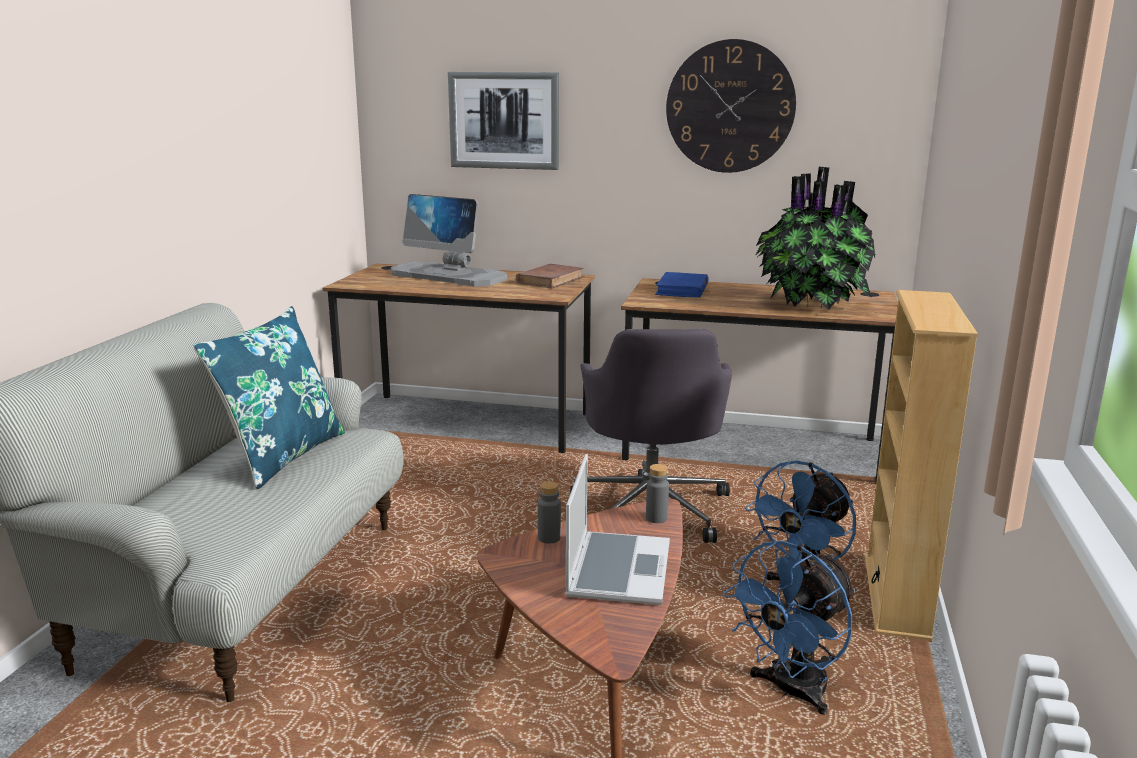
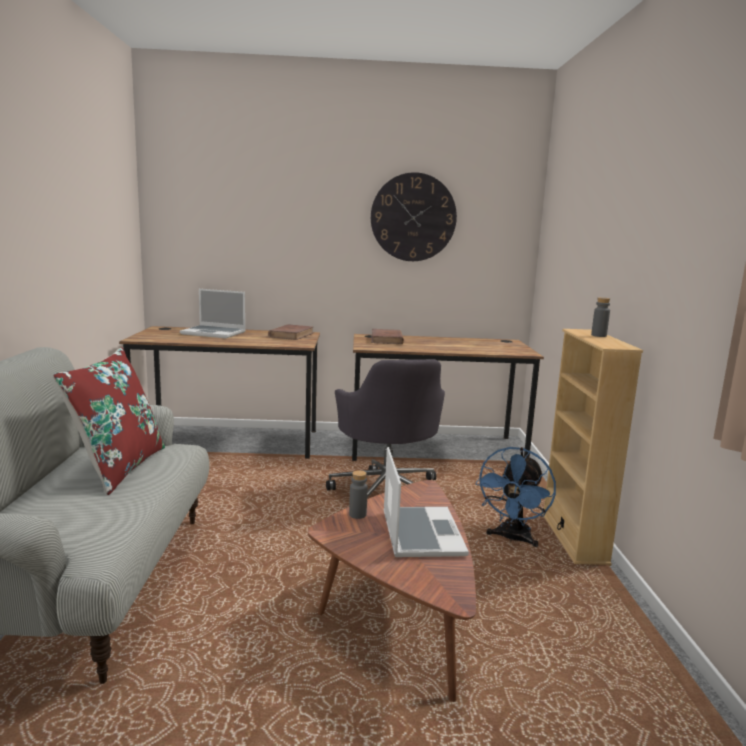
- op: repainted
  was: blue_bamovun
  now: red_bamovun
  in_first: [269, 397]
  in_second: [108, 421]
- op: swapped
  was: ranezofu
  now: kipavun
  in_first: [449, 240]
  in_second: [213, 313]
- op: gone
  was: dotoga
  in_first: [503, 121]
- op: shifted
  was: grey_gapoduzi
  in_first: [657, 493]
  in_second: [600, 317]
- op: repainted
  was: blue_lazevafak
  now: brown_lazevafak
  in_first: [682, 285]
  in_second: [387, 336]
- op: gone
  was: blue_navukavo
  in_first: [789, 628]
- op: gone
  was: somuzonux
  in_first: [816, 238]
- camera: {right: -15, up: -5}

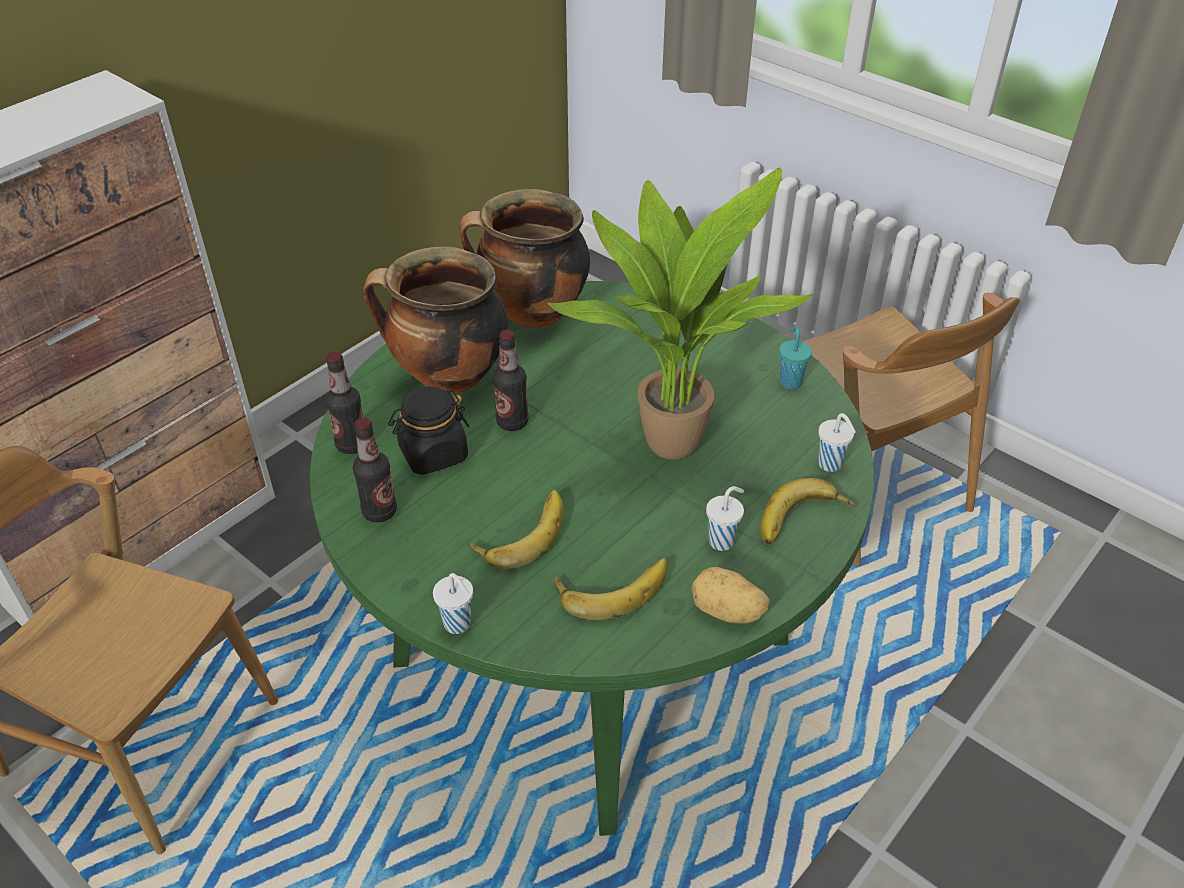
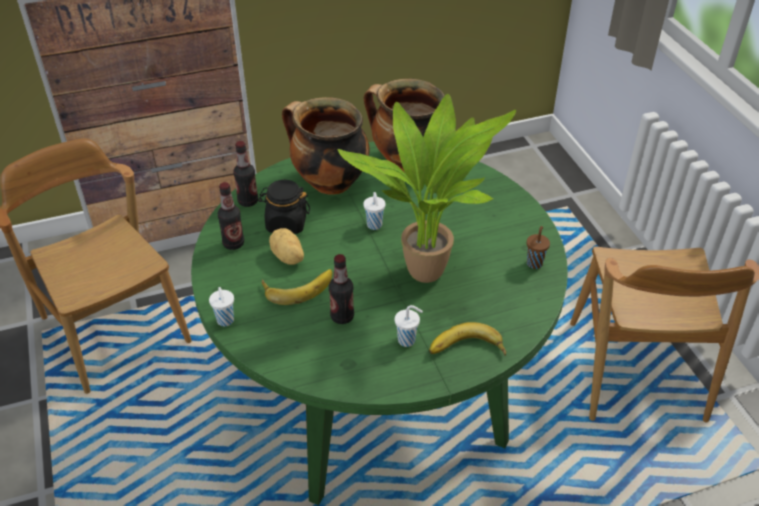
- op: shifted
  was: gapoduzi
  in_first: [511, 380]
  in_second: [341, 289]
- op: gone
  was: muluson
  in_first: [611, 589]
- op: shifted
  was: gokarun
  in_first: [730, 595]
  in_second: [286, 246]
- op: repainted
  was: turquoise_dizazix
  now: brown_dizazix
  in_first: [795, 358]
  in_second: [538, 247]
- op: shifted
  was: white_dizazix
  in_first: [837, 442]
  in_second: [374, 211]
- camera: {right: 30, up: 0}

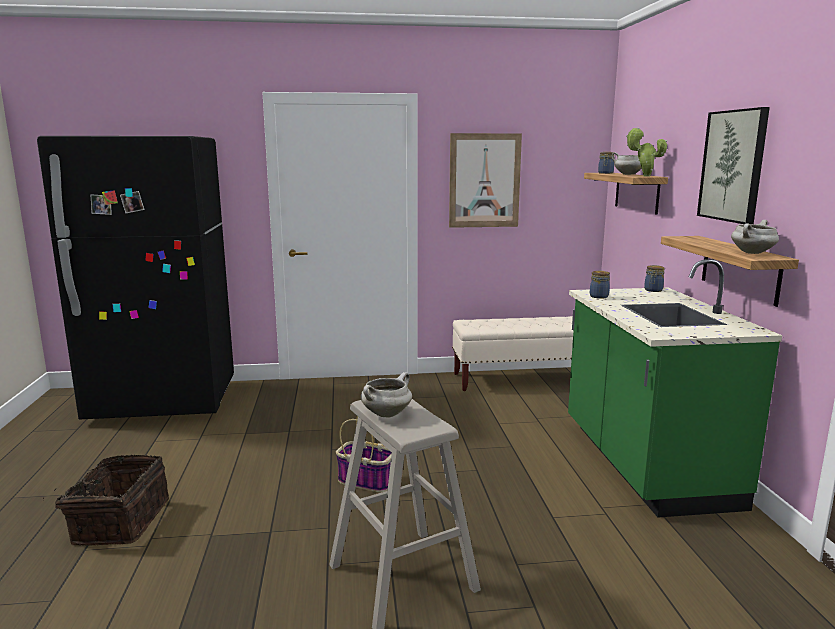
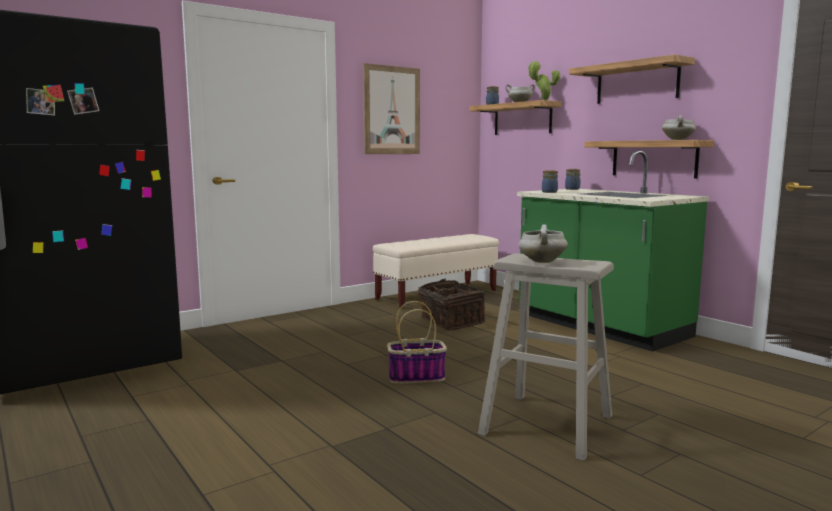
- op: shifted
  was: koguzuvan
  in_first: [106, 500]
  in_second: [451, 304]
- op: swapped
  was: dotoga
  now: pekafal
  in_first: [733, 165]
  in_second: [632, 79]
- camera: {right: -30, up: -5}

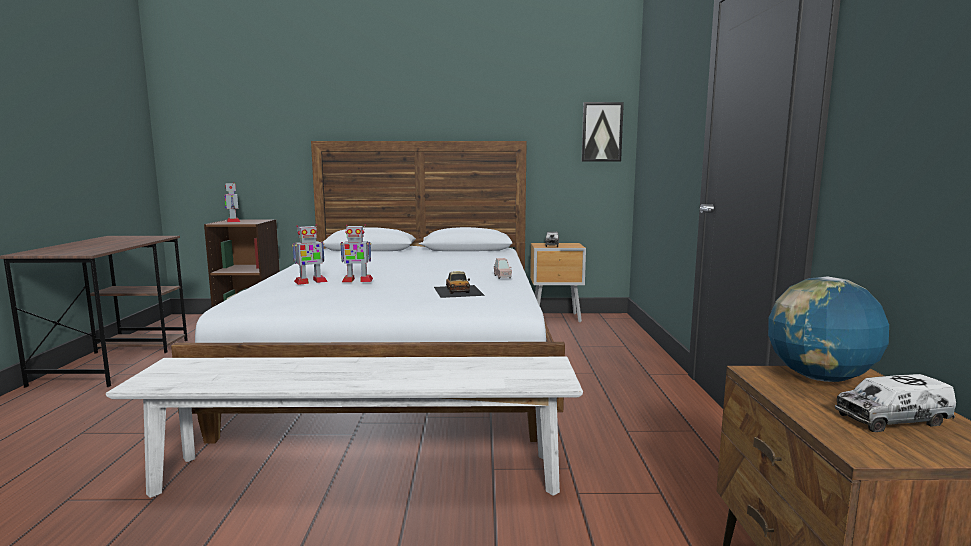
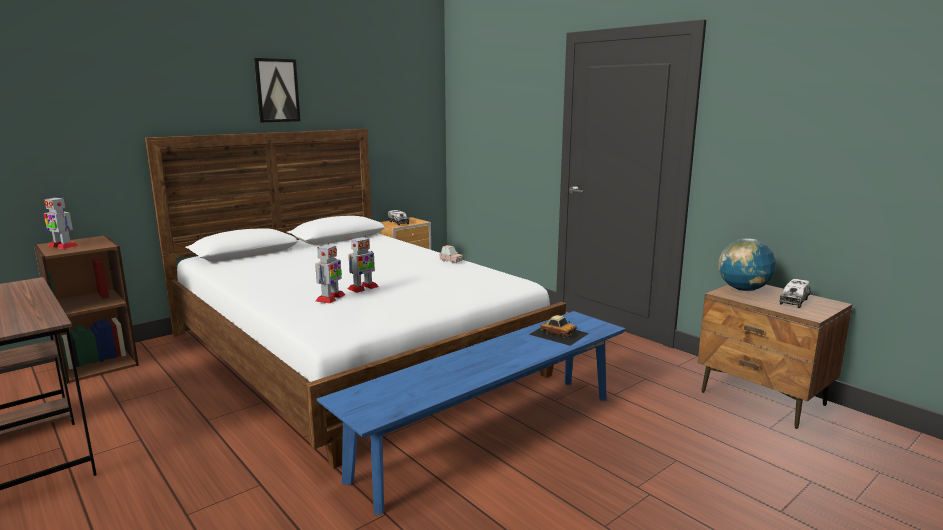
- op: repainted
  was: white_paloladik
  now: blue_paloladik
  in_first: [344, 427]
  in_second: [471, 413]
- op: shifted
  was: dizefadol
  in_first: [459, 284]
  in_second: [559, 330]
- op: shifted
  was: dotoga
  in_first: [603, 132]
  in_second: [277, 90]
- camera: {right: -40, up: 5}

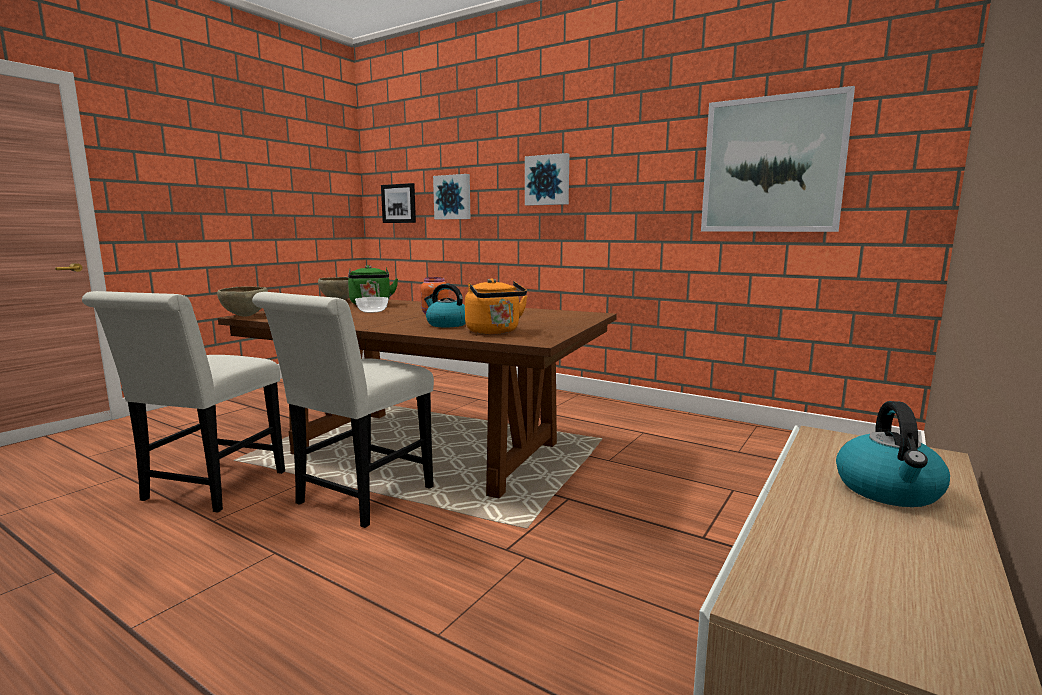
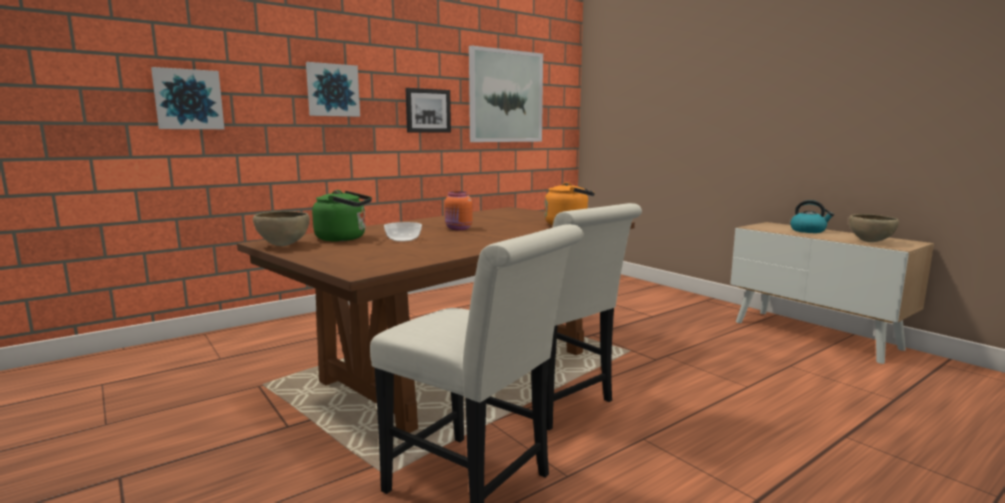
- op: shifted
  was: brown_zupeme
  in_first: [242, 301]
  in_second: [874, 228]
- op: shifted
  was: dotoga
  in_first: [398, 203]
  in_second: [428, 110]
- op: gone
  was: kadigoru
  in_first: [445, 305]
- camera: {right: -70, up: 0}

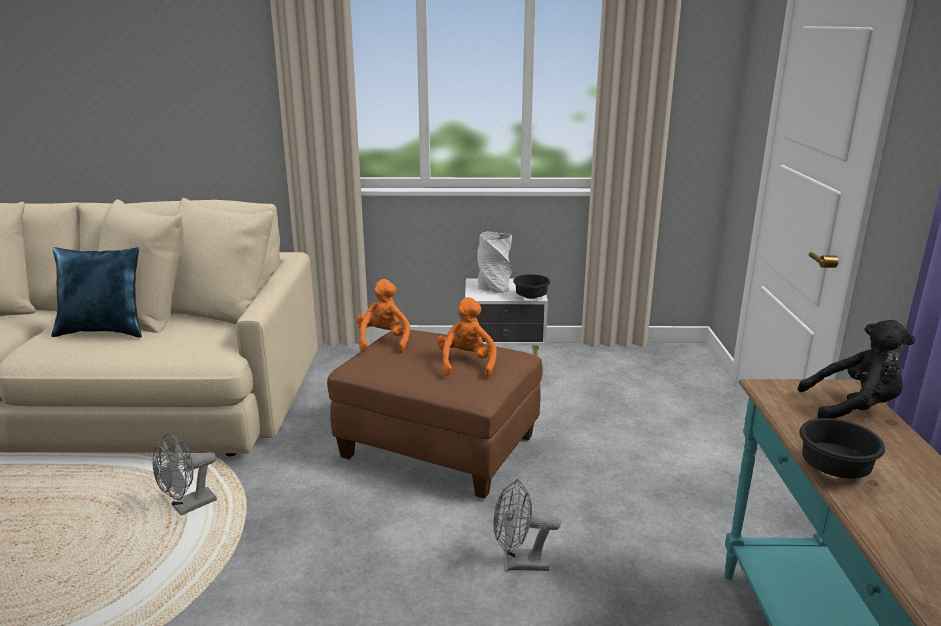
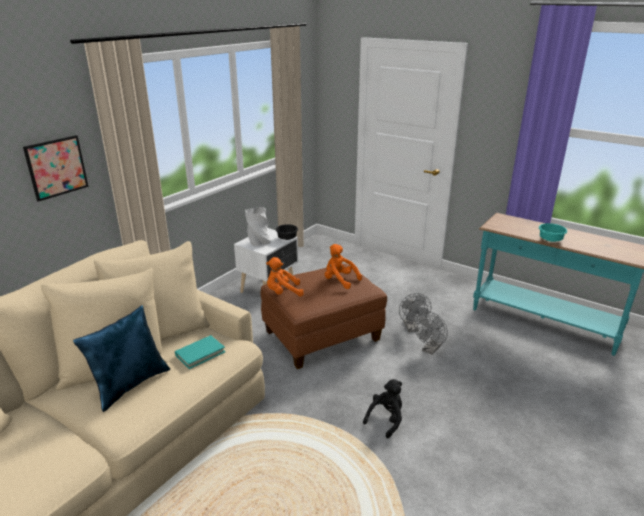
- op: shifted
  was: grey_navukavo
  in_first: [184, 474]
  in_second: [415, 312]
- op: rotated
  was: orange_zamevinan
  in_first: [383, 316]
  in_second: [285, 277]
  clockwise: -45
- op: shifted
  was: black_zamevinan
  in_first: [856, 369]
  in_second: [382, 408]
- op: repainted
  was: black_zupeme
  now: turquoise_zupeme
  in_first: [842, 448]
  in_second: [553, 232]
- op: new
  now: dotoga
  in_second: [55, 168]
- op: new
  now: turquoise_lazevafak
  in_second: [200, 352]
- camera: {right: -55, up: 5}

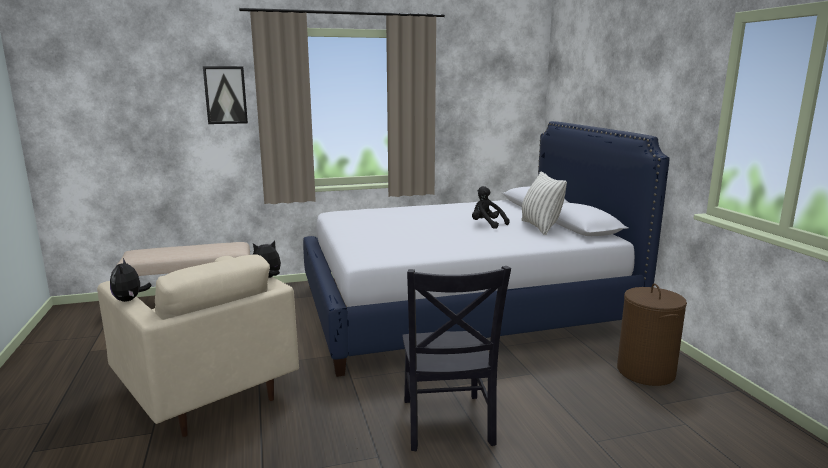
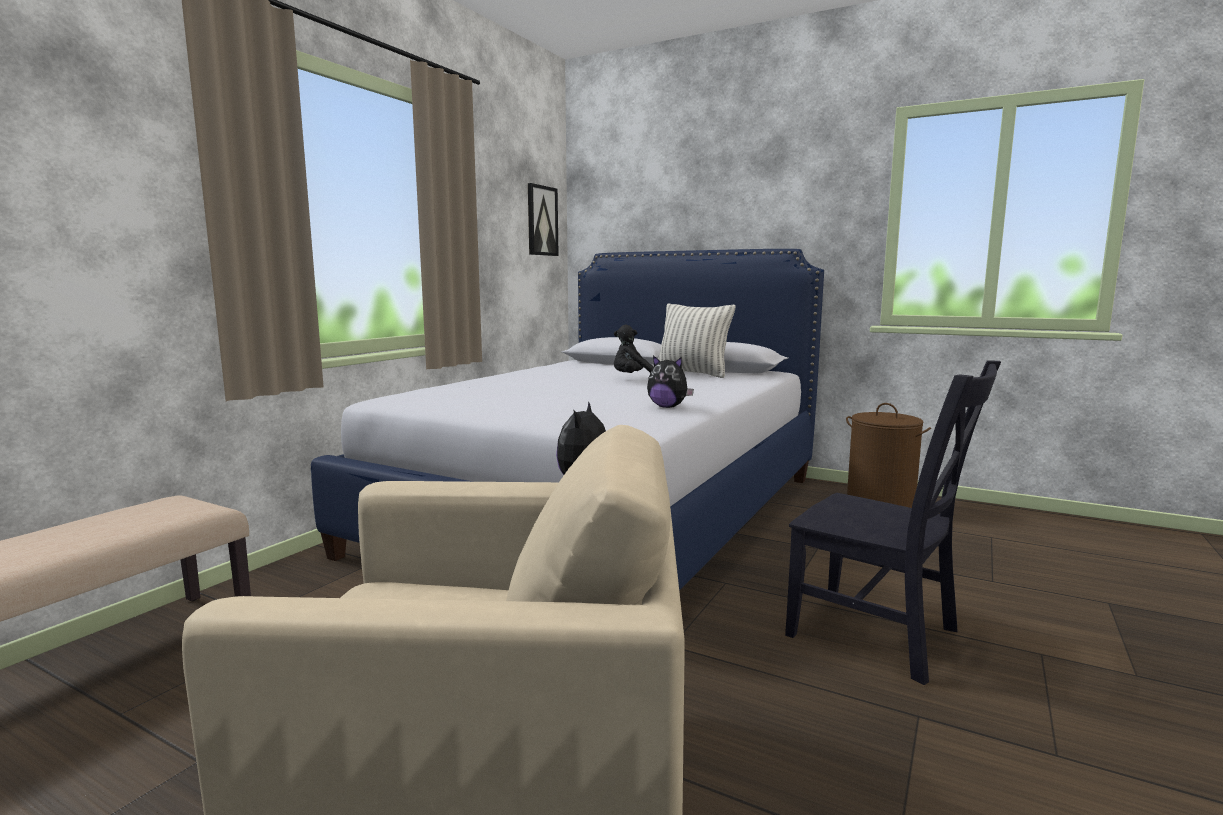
- op: shifted
  was: zamevinan
  in_first: [131, 280]
  in_second: [670, 381]
- op: shifted
  was: dotoga
  in_first: [225, 95]
  in_second: [543, 219]
- camera: {right: -45, up: -5}

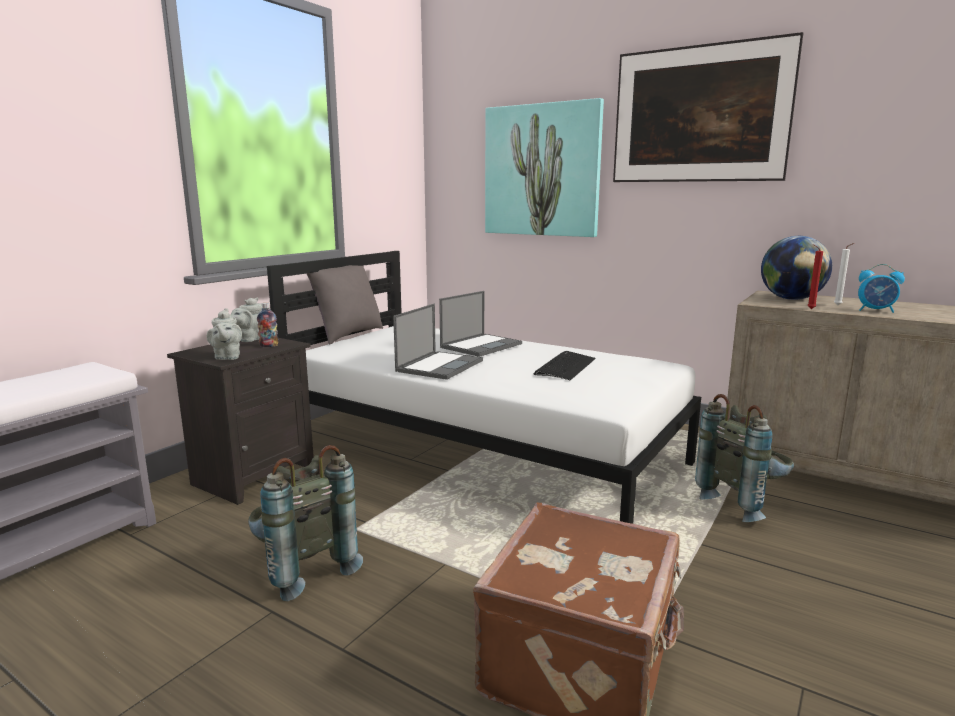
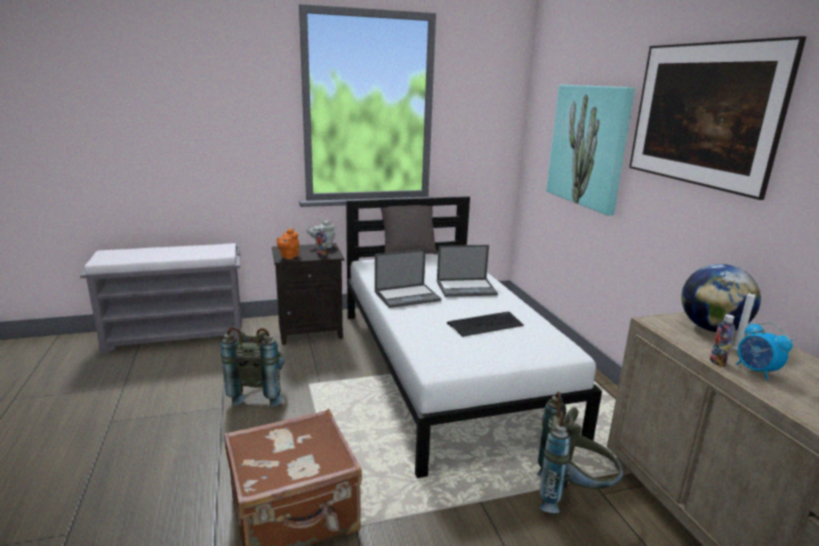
- op: repainted
  was: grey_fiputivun
  now: orange_fiputivun
  in_first: [224, 335]
  in_second: [287, 244]
- op: gone
  was: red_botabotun
  in_first: [815, 276]
- op: new
  now: gapoduzi
  in_second: [722, 340]
- camera: {right: 40, up: 5}

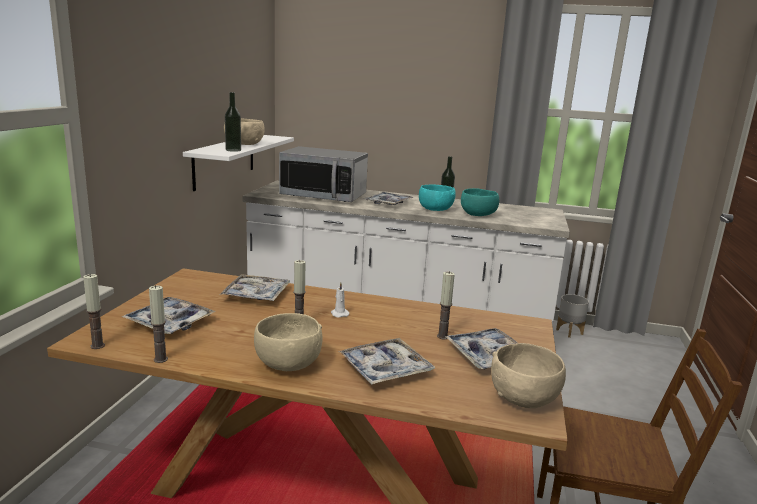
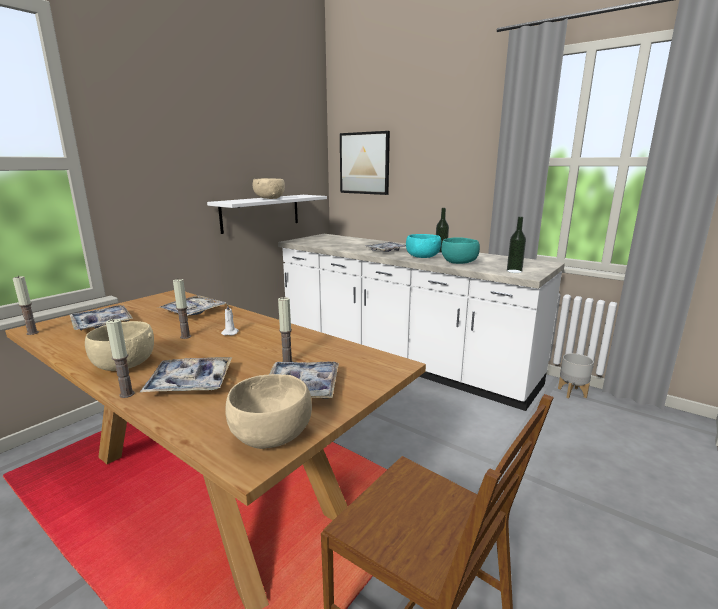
- op: shifted
  was: botabotun
  in_first: [158, 324]
  in_second: [120, 358]
- op: shifted
  was: gapoduzi
  in_first: [233, 122]
  in_second: [516, 245]
- op: gone
  was: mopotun
  in_first: [323, 174]
- op: new
  now: dotoga
  in_second: [365, 163]
- camera: {right: 25, up: 0}

